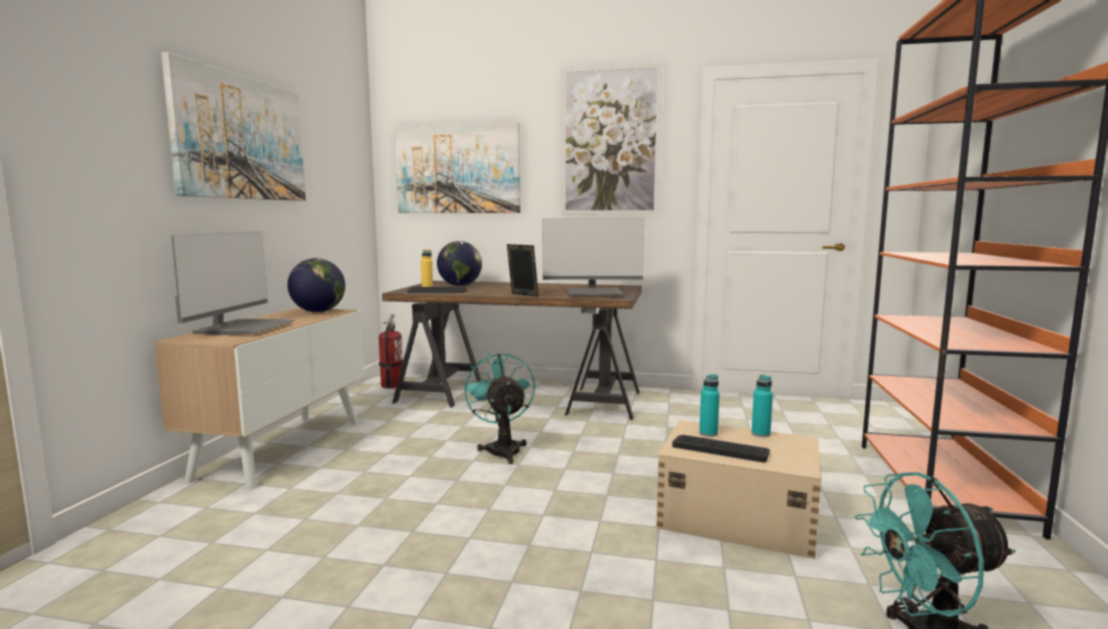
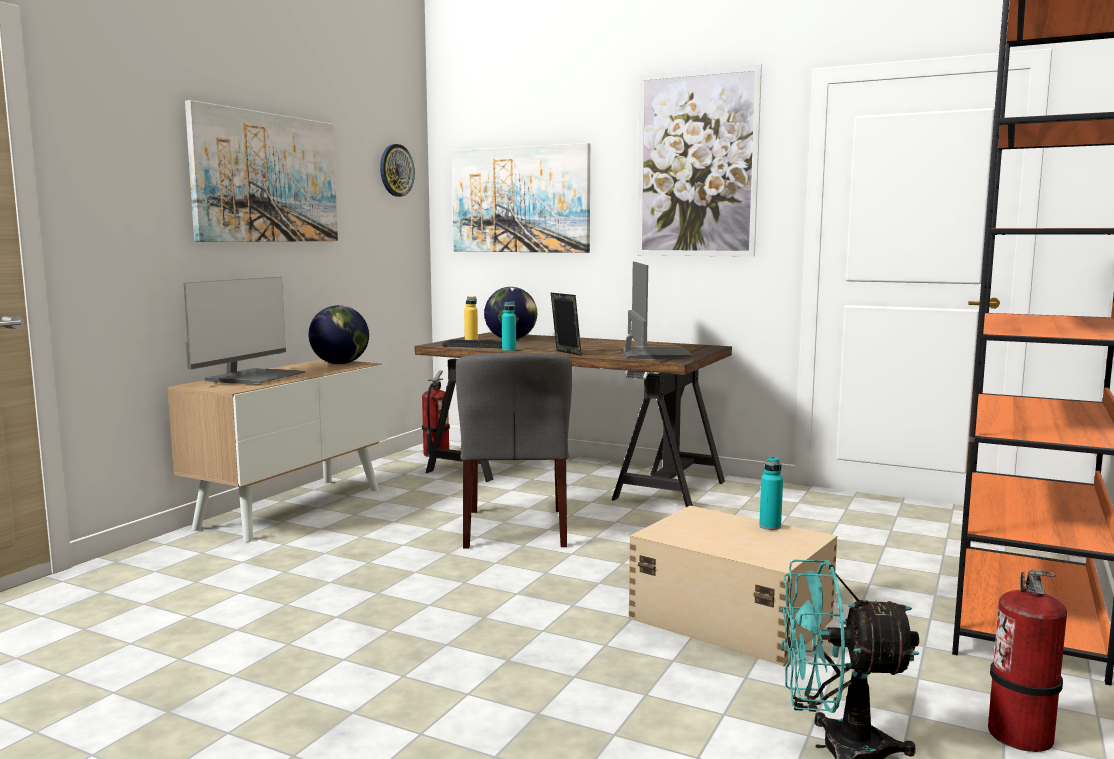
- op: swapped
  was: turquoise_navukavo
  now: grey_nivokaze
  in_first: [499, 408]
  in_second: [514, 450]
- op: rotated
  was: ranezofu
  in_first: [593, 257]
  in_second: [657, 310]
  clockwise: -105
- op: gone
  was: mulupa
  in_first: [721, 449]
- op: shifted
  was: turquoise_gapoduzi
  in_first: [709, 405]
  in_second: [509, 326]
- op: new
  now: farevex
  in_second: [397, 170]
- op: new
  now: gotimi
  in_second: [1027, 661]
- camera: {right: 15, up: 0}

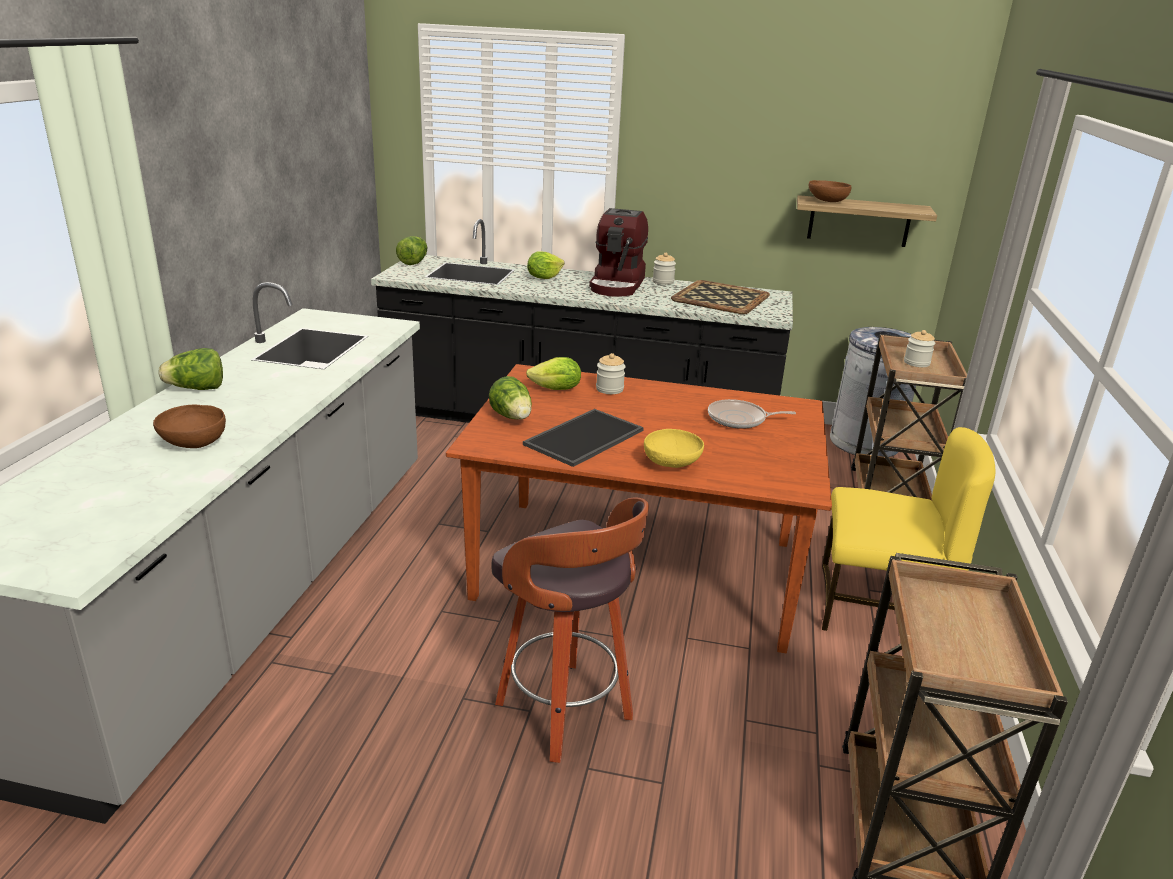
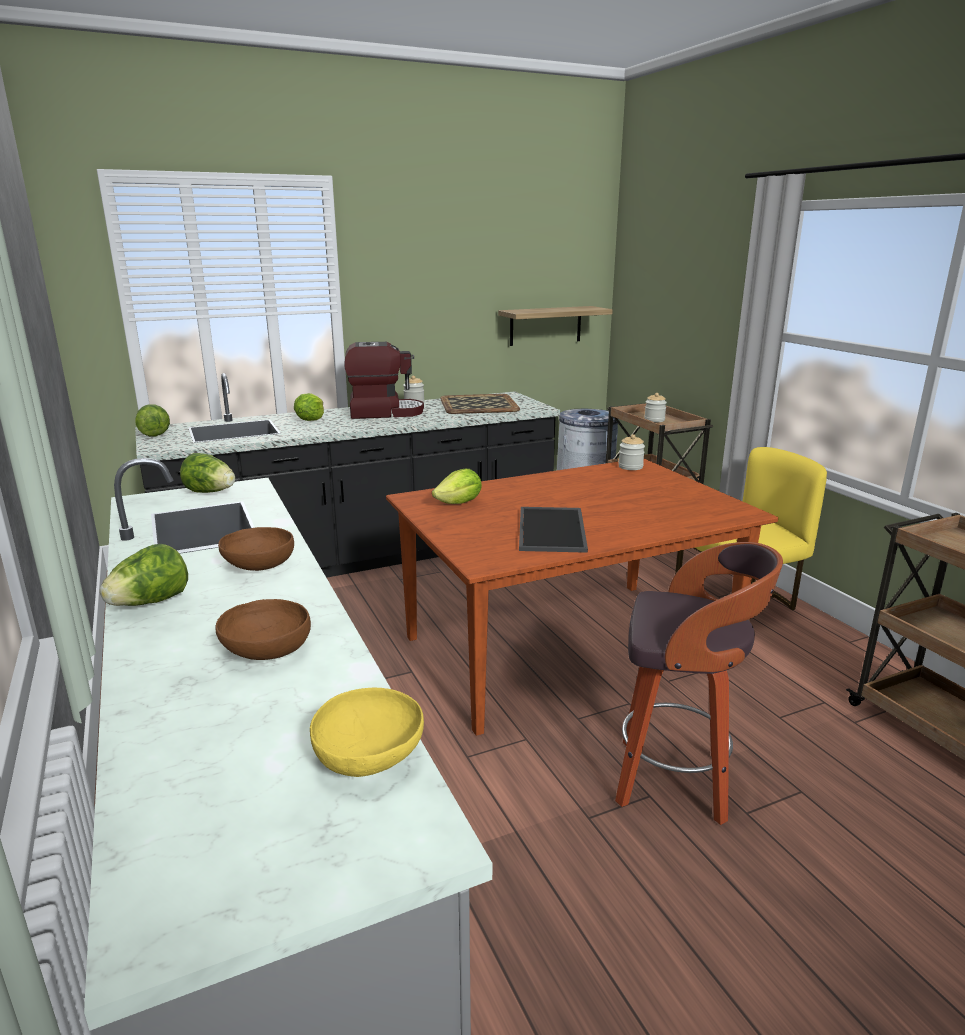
- op: shifted
  was: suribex
  in_first: [510, 397]
  in_second: [207, 473]
- op: rotated
  was: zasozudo
  in_first: [618, 252]
  in_second: [384, 380]
  clockwise: -75
- op: shifted
  was: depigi
  in_first: [610, 373]
  in_second: [631, 452]
- op: shifted
  was: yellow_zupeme
  in_first: [674, 448]
  in_second: [367, 732]
- op: gone
  was: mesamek
  in_first: [752, 414]
- op: shifted
  was: brown_zupeme
  in_first: [830, 191]
  in_second: [256, 549]
- camera: {right: -35, up: -5}

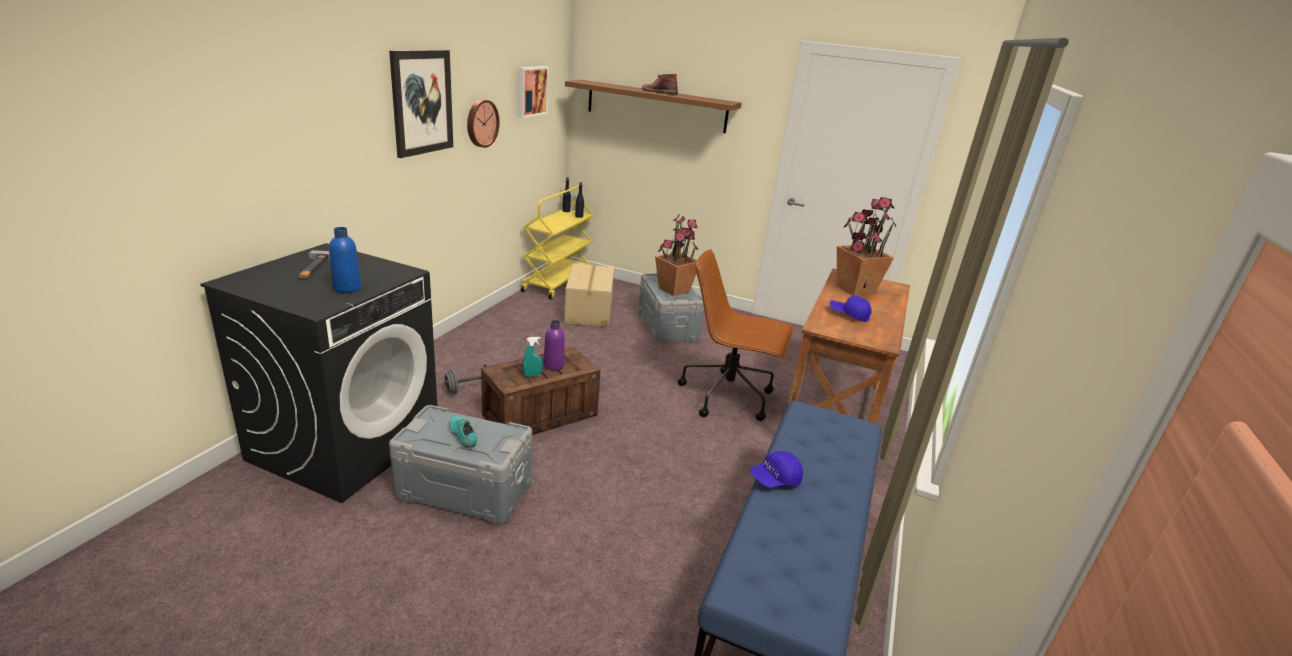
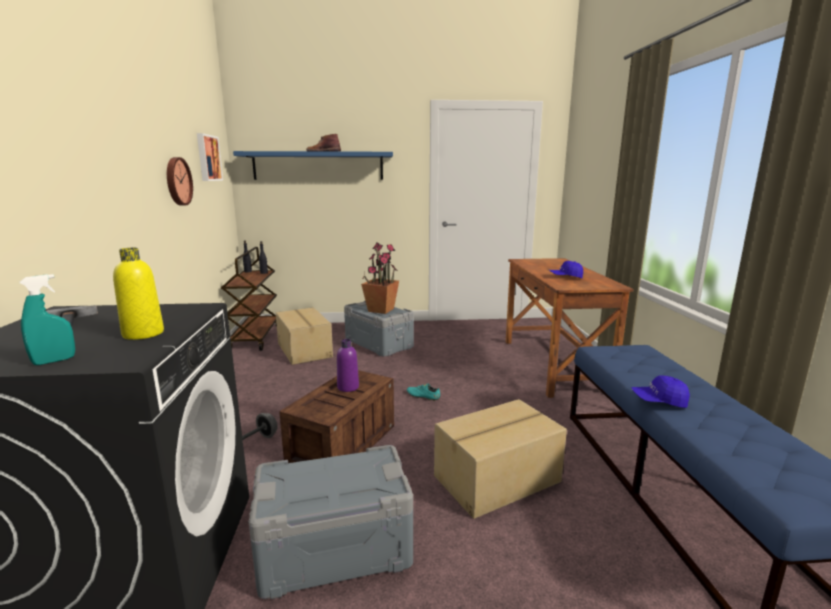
- op: repainted
  was: blue_gapoduzi
  now: yellow_gapoduzi
  in_first: [345, 260]
  in_second: [138, 294]
- op: gone
  was: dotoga
  in_first: [421, 104]
- op: shifted
  was: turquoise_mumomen
  in_first: [463, 432]
  in_second: [423, 392]
- op: repainted
  was: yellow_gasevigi
  now: brown_gasevigi
  in_first: [557, 243]
  in_second: [249, 299]
- op: shifted
  was: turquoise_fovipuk
  in_first: [532, 357]
  in_second: [47, 319]
- op: repainted
  was: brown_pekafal
  now: blue_pekafal
  in_first: [653, 106]
  in_second: [313, 165]
- op: gone
  was: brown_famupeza
  in_first: [736, 335]
- op: rotated
  was: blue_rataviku
  in_first: [776, 469]
  in_second: [661, 392]
  clockwise: 60
- op: gone
  was: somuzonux
  in_first: [867, 246]
- op: new
  now: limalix
  in_second: [500, 459]
- camera: {right: -25, up: -10}

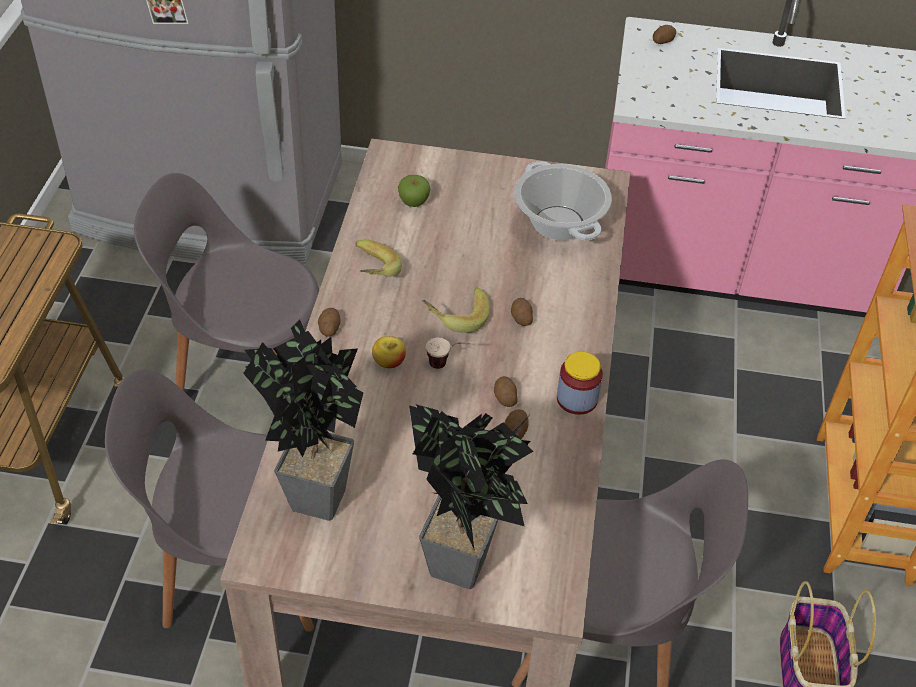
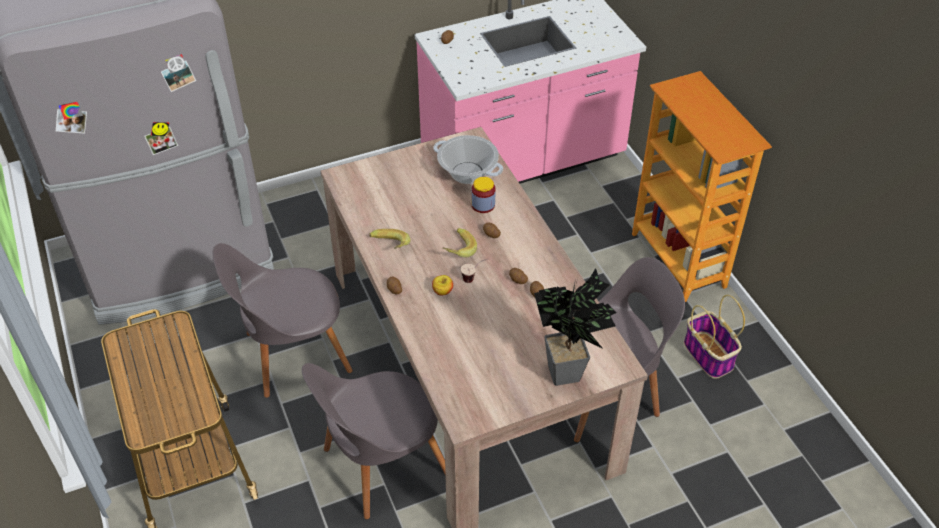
- op: gone
  was: somuzonux
  in_first: [303, 420]
- op: gone
  was: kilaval
  in_first: [414, 191]
- op: shifted
  was: depigi
  in_first: [580, 383]
  in_second: [484, 195]
- camera: {right: -30, up: 0}

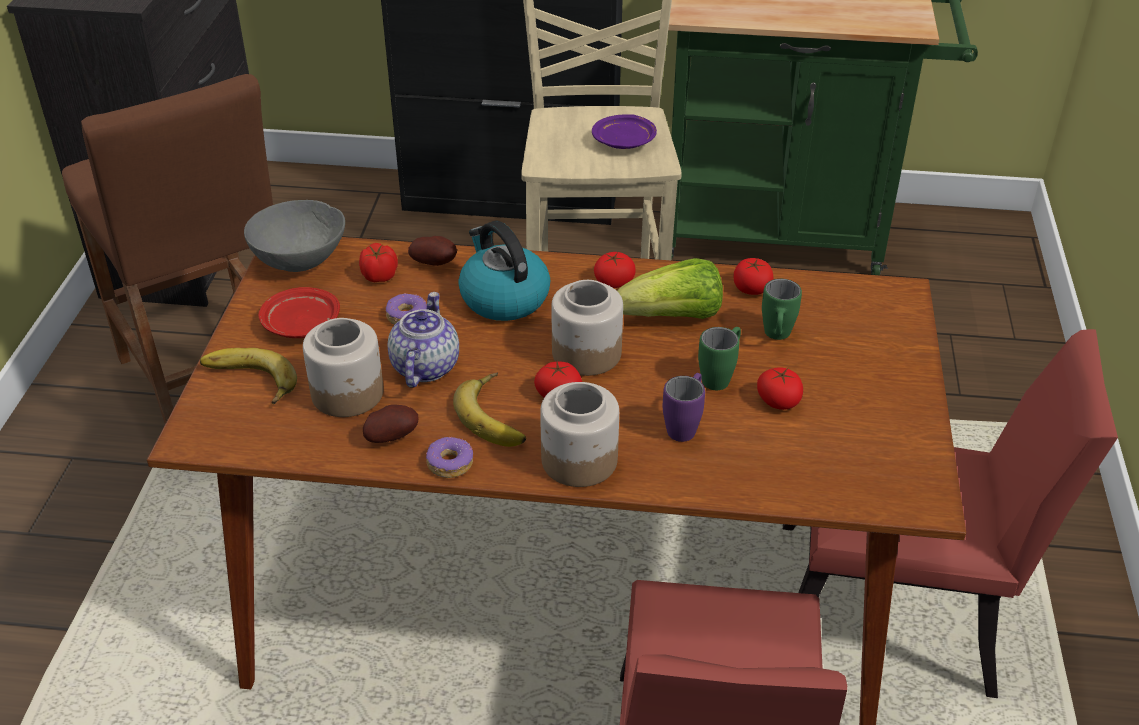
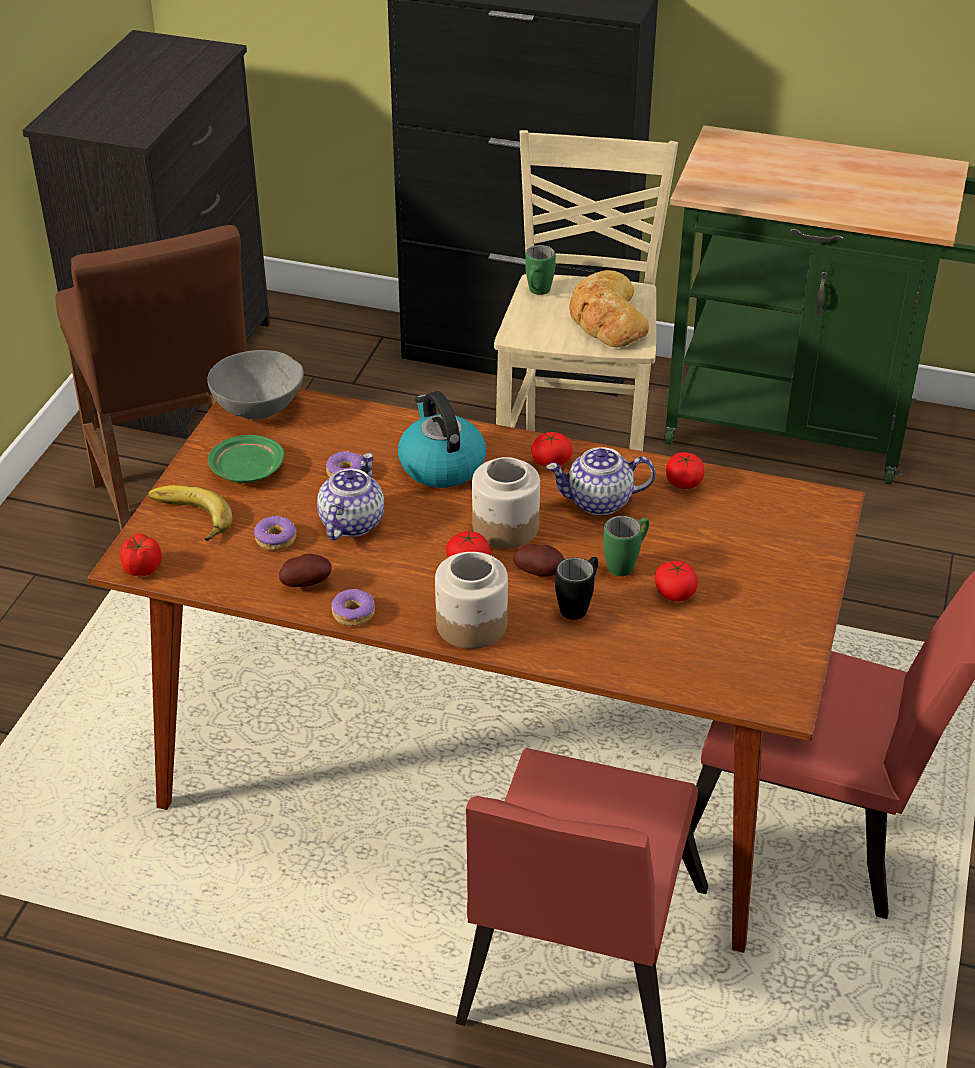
- op: repainted
  was: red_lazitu
  now: green_lazitu
  in_first: [299, 312]
  in_second: [246, 459]
- op: swapped
  was: depigi
  now: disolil
  in_first: [343, 367]
  in_second: [275, 533]
- op: shifted
  was: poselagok
  in_first: [378, 262]
  in_second: [141, 555]
- op: shifted
  was: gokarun
  in_first: [432, 251]
  in_second: [538, 560]
- op: gone
  was: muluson
  in_first: [489, 410]
- op: swapped
  was: purple_lazitu
  now: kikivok
  in_first: [624, 131]
  in_second: [609, 308]
- op: swapped
  was: suribex
  now: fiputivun
  in_first: [670, 288]
  in_second: [601, 481]
- op: repainted
  was: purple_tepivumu
  now: black_tepivumu
  in_first: [684, 407]
  in_second: [576, 588]
- op: shifted
  was: green_tepivumu
  in_first: [782, 309]
  in_second: [540, 270]
- camera: {right: 10, up: 0}

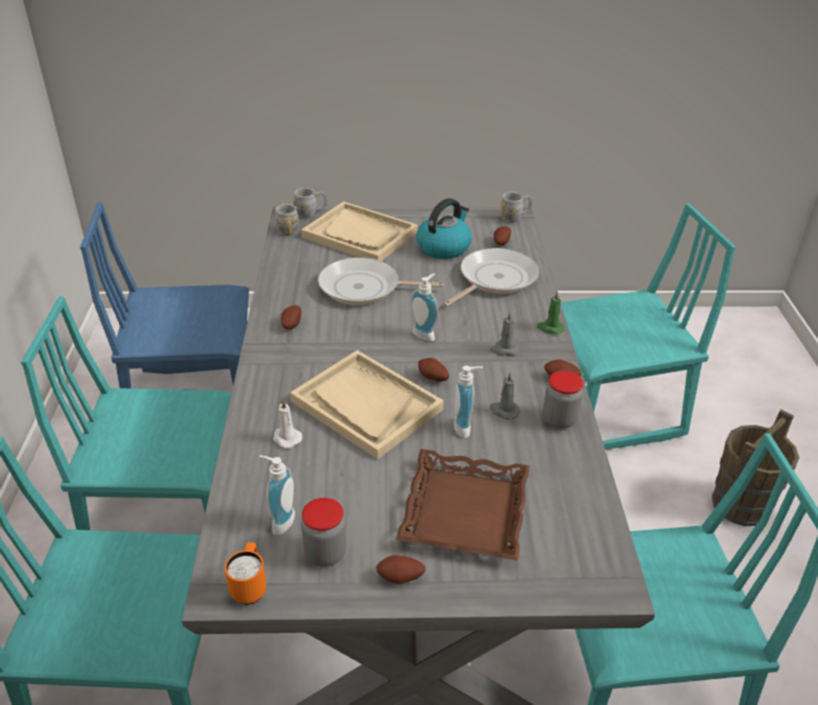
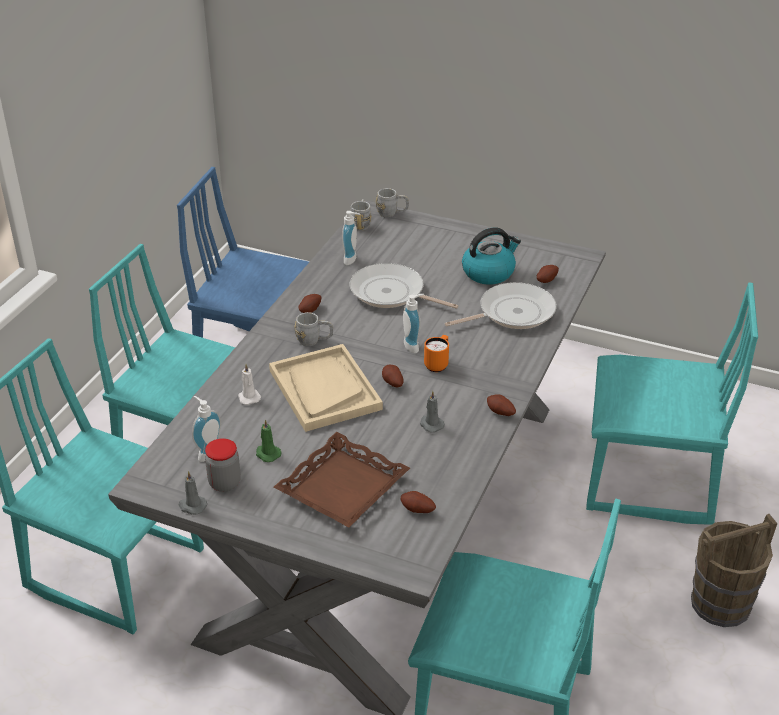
- op: shifted
  was: orange_tepivumu
  in_first: [245, 573]
  in_second: [436, 353]
- op: gone
  was: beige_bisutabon
  in_first: [359, 231]
- op: shifted
  was: gokarun
  in_first: [401, 569]
  in_second: [418, 502]
- op: shifted
  was: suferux
  in_first: [468, 402]
  in_second: [351, 238]
- op: shifted
  was: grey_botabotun
  in_first: [504, 334]
  in_second: [193, 493]
- op: shifted
  was: grey_tepivumu
  in_first: [516, 207]
  in_second: [313, 329]
- op: shifted
  was: green_botabotun
  in_first: [551, 312]
  in_second: [268, 440]
- op: gone
  was: depigi
  in_first: [563, 400]
- camera: {right: 25, up: 0}

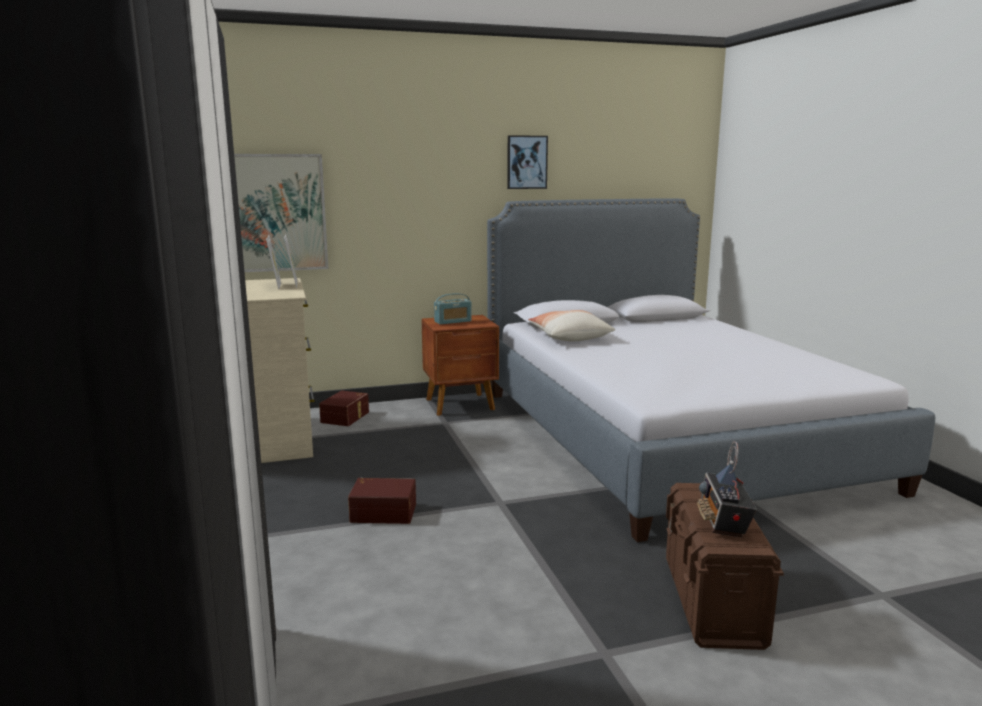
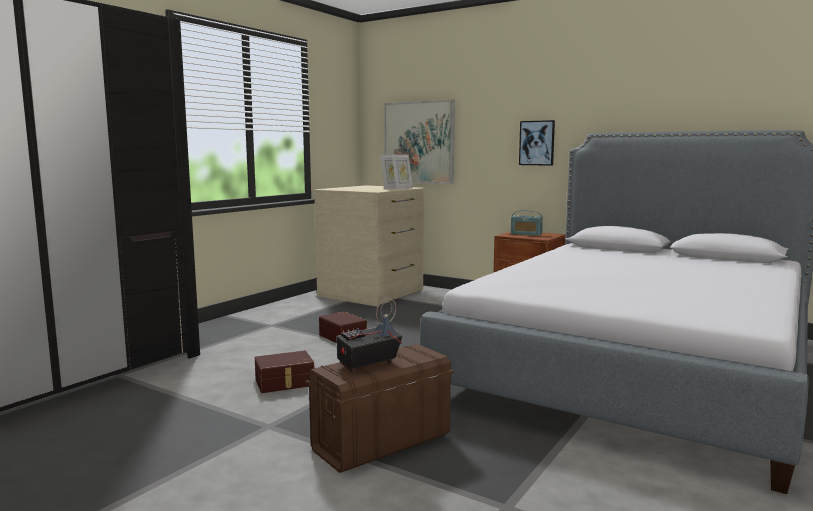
- op: shifted
  was: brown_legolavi
  in_first: [344, 408]
  in_second: [284, 372]
- op: shifted
  was: dotoga
  in_first: [527, 162]
  in_second: [537, 143]
- op: gone
  was: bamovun
  in_first: [571, 325]
- camera: {right: 50, up: -5}

